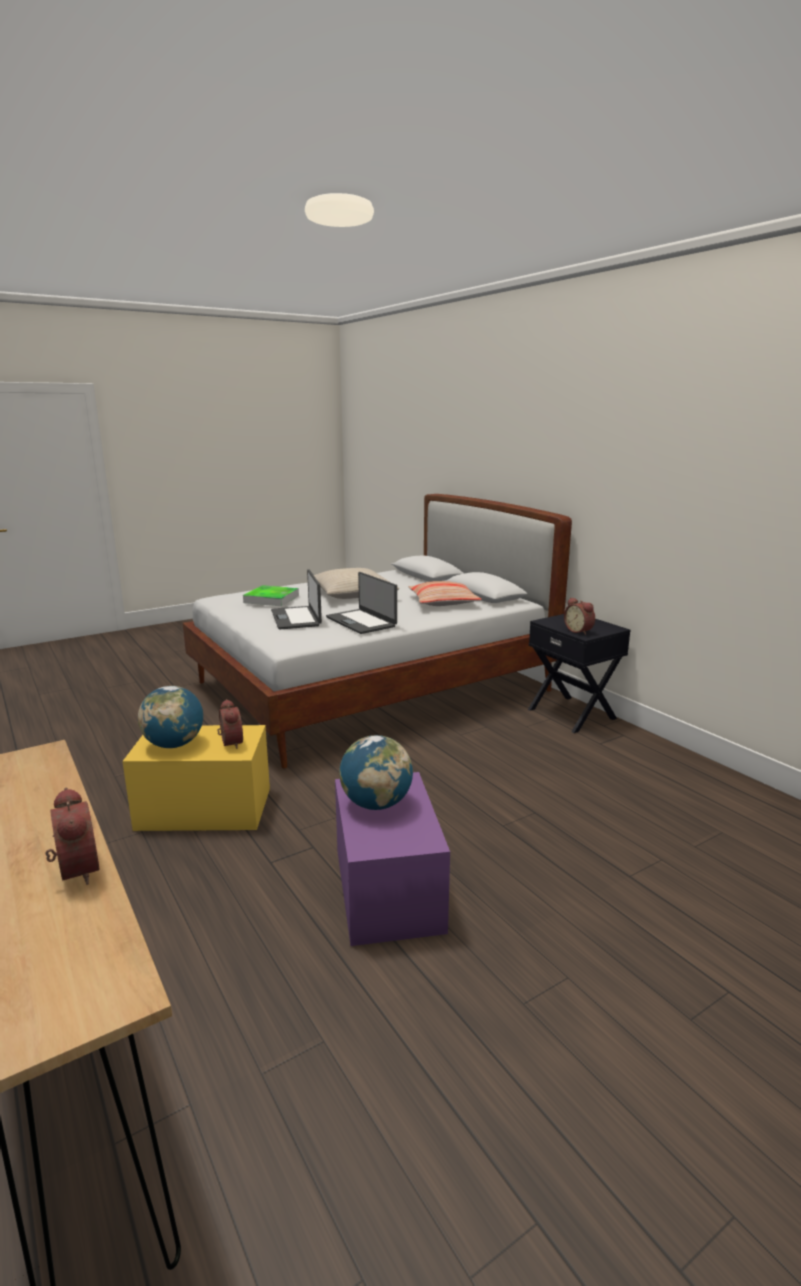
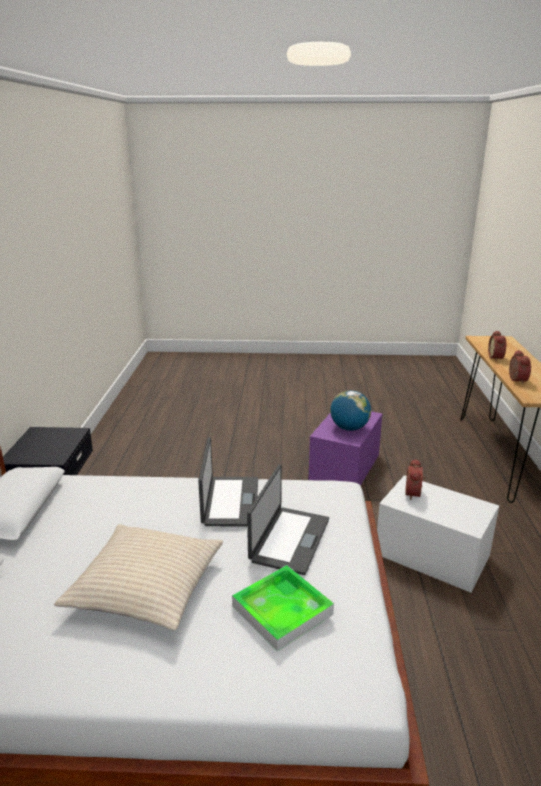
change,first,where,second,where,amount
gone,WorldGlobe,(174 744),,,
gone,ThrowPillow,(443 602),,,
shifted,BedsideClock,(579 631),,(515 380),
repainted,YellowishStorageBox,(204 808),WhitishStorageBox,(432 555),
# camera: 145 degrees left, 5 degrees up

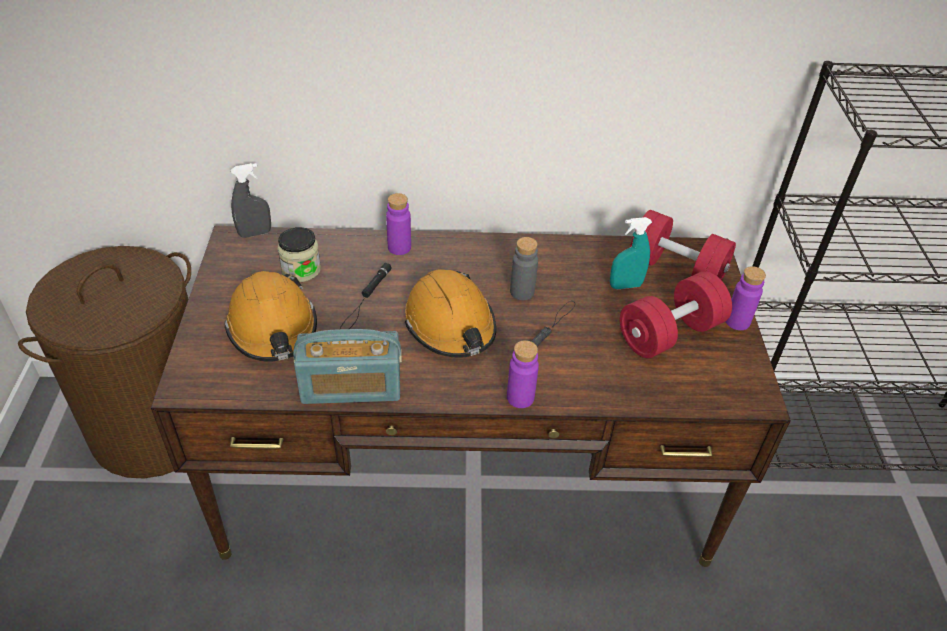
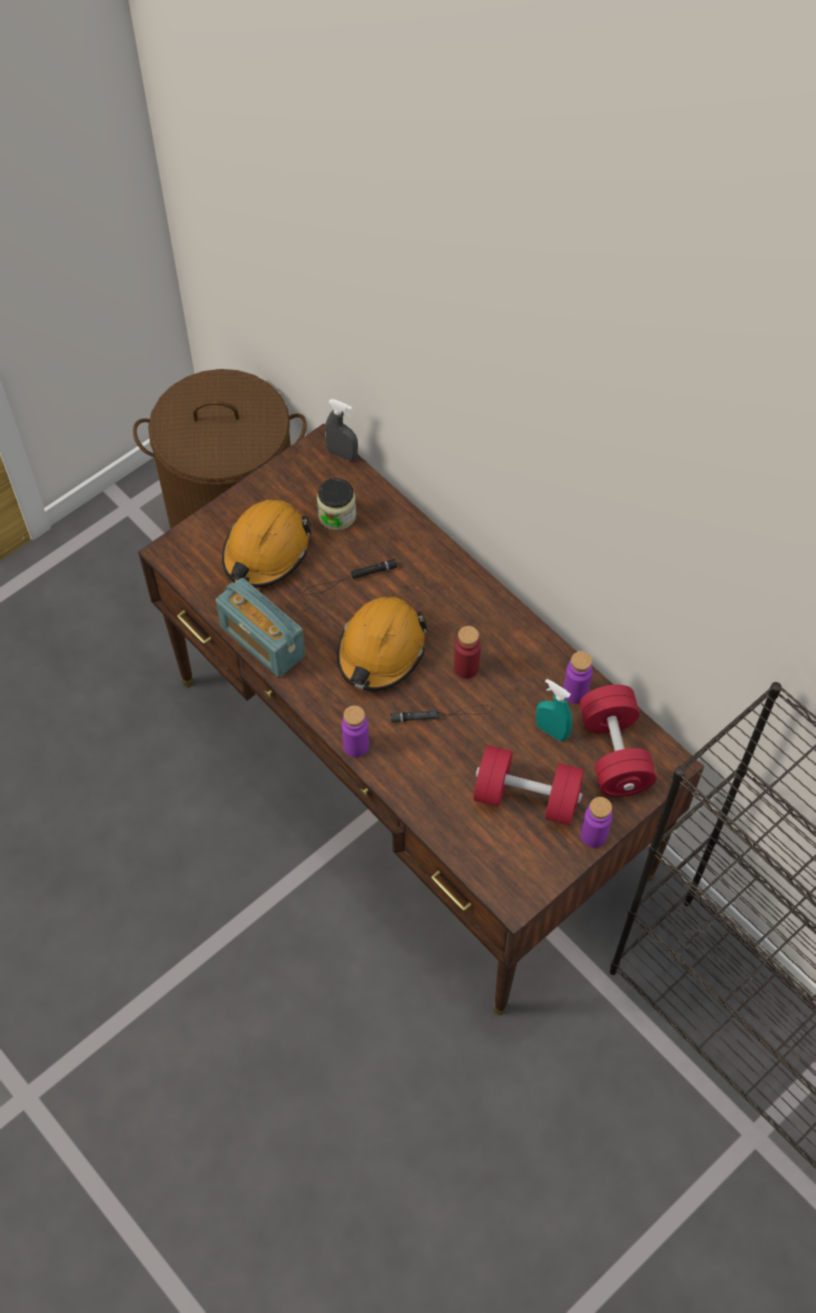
change,first,where,second,where,amount
shifted,PurpleDrinkBottle,(399 247),,(575 693),
repainted,GreyDrinkBottle,(522 292),RedColouredDrinkBottle,(466 668),
# camera: 50 degrees right, 15 degrees up

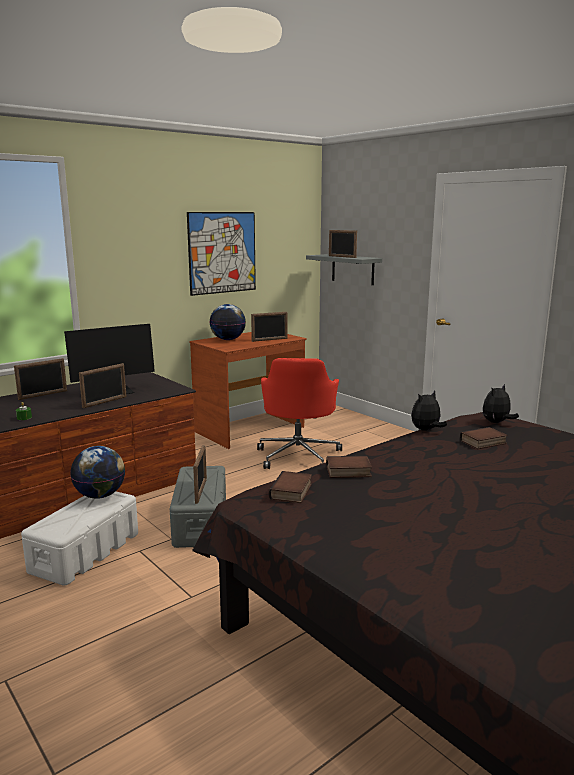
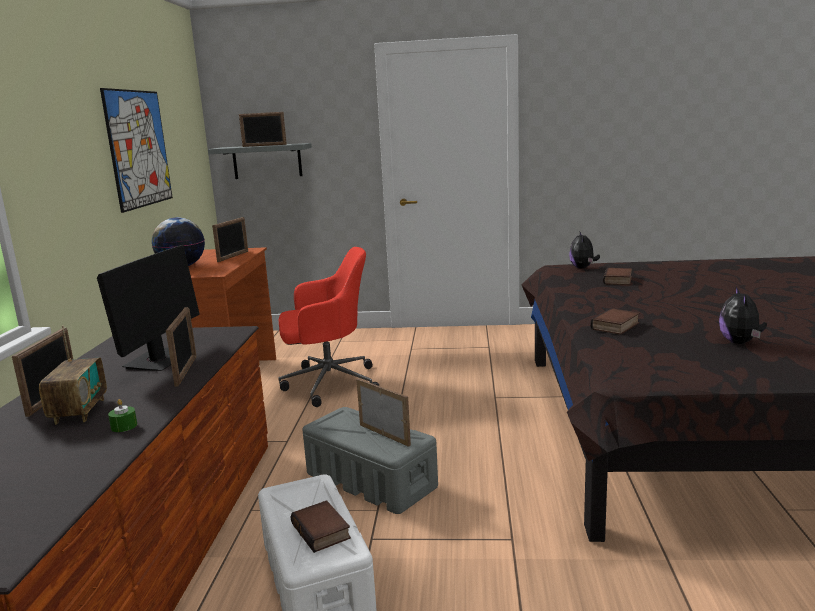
change,first,where,second,where,amount
gone,WorldGlobe,(100 495),,,
new,,,RadioReceiver,(79 411),
shifted,Volume,(292 492),,(323 531),
shifted,PlushToy,(426 430),,(740 342),
rotated,RedColouredComputerChair,(298 455),,(328 383),60 degrees counterclockwise
# camera: 45 degrees left, 0 degrees up

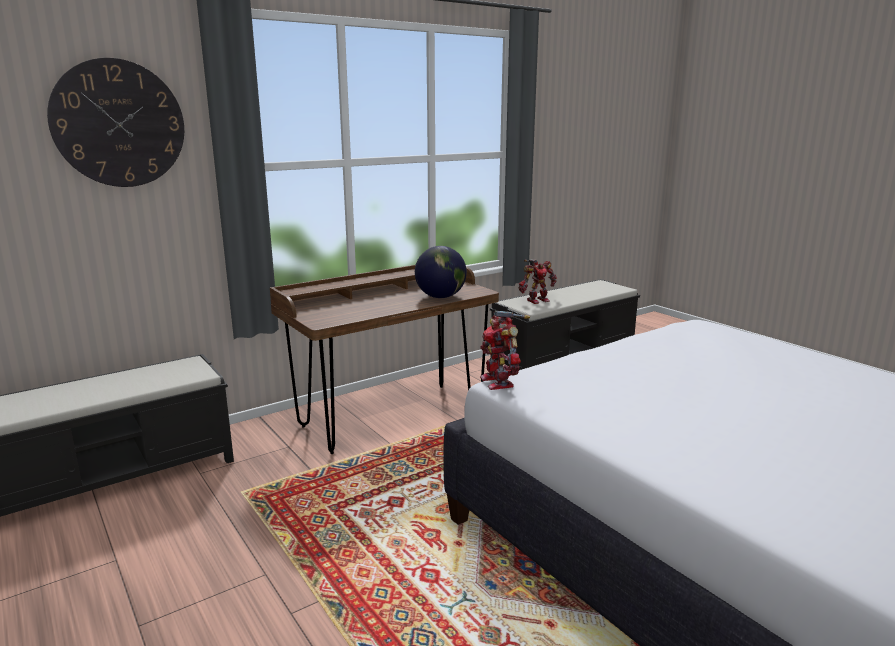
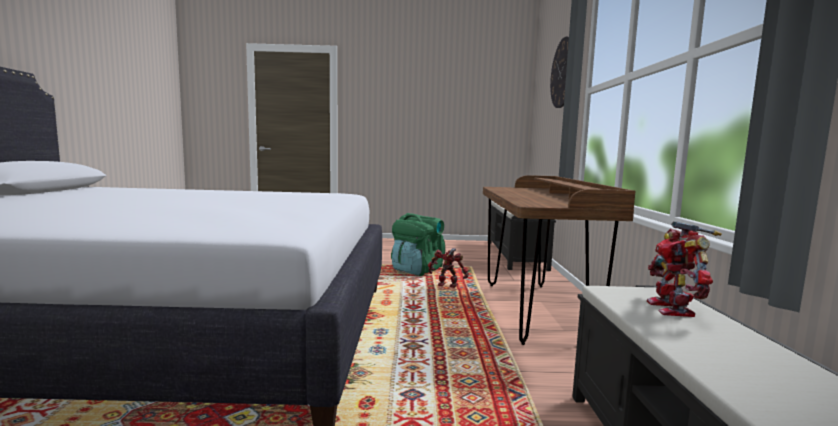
change,first,where,second,where,amount
gone,WorldGlobe,(440 297),,,
new,,,GreenColouredKnapsack,(417 270),
shifted,ToyRobot,(499 382),,(447 286),
# camera: 125 degrees right, 10 degrees down

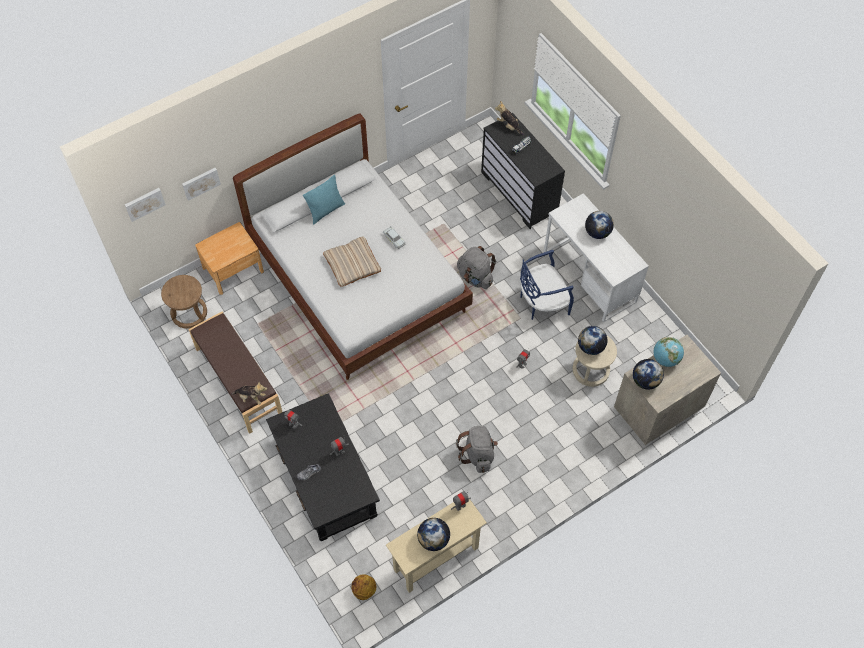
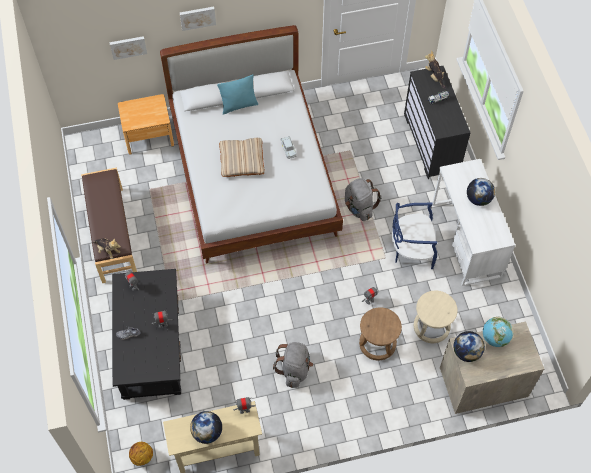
change,first,where,second,where,amount
gone,WorldGlobe,(590 347),,,
shifted,WallArt,(144 203),,(197 17),
shifted,BrownStool,(189 313),,(377 343),
# camera: 20 degrees right, 0 degrees up

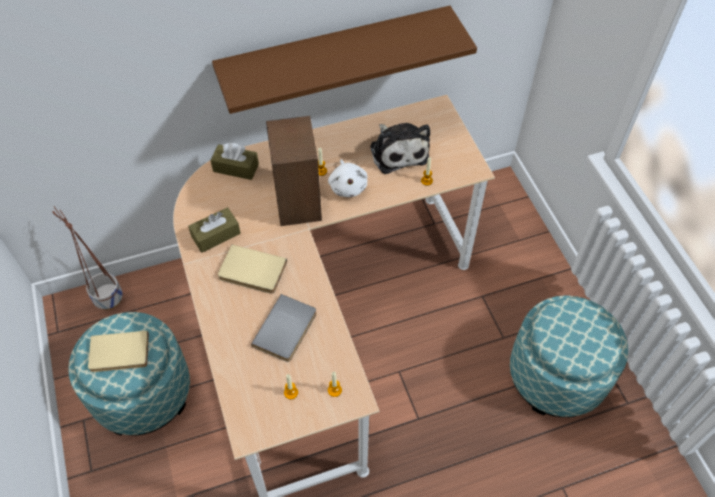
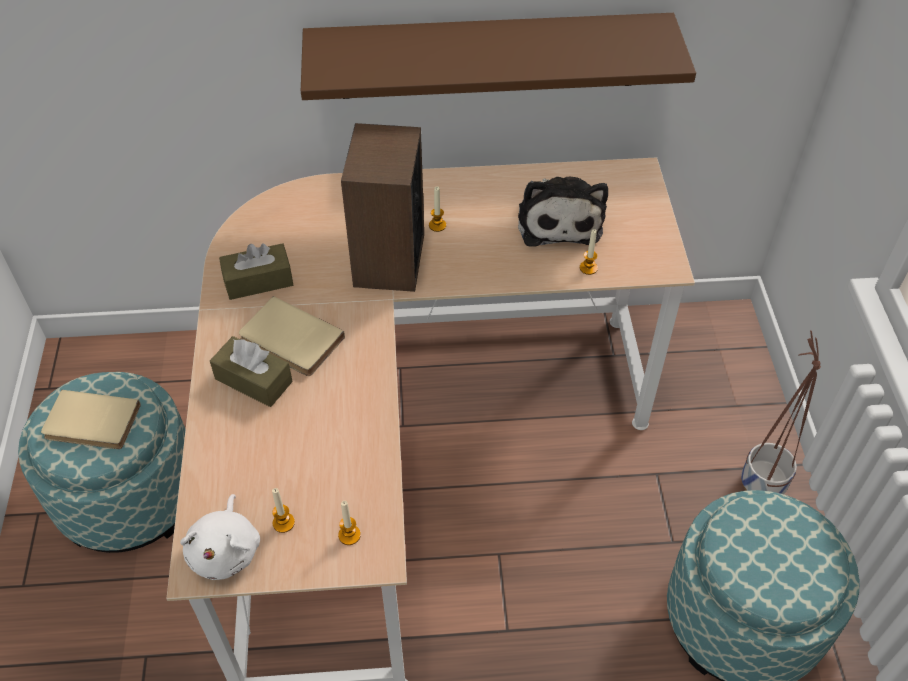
change,first,where,second,where,amount
gone,GreyVolume,(287 330),,,
shifted,Planter,(108 299),,(761 485),
shifted,BrownTissueBox,(236 168),,(253 380),
shifted,WhitishPlushToy,(348 186),,(226 550),
# camera: 15 degrees right, 5 degrees down

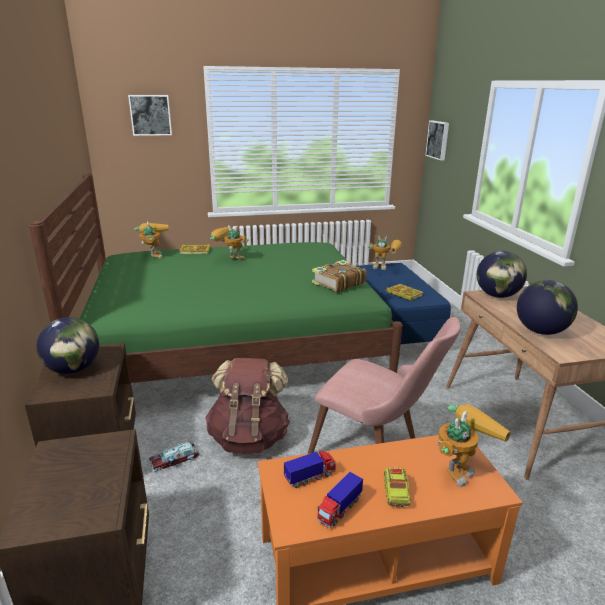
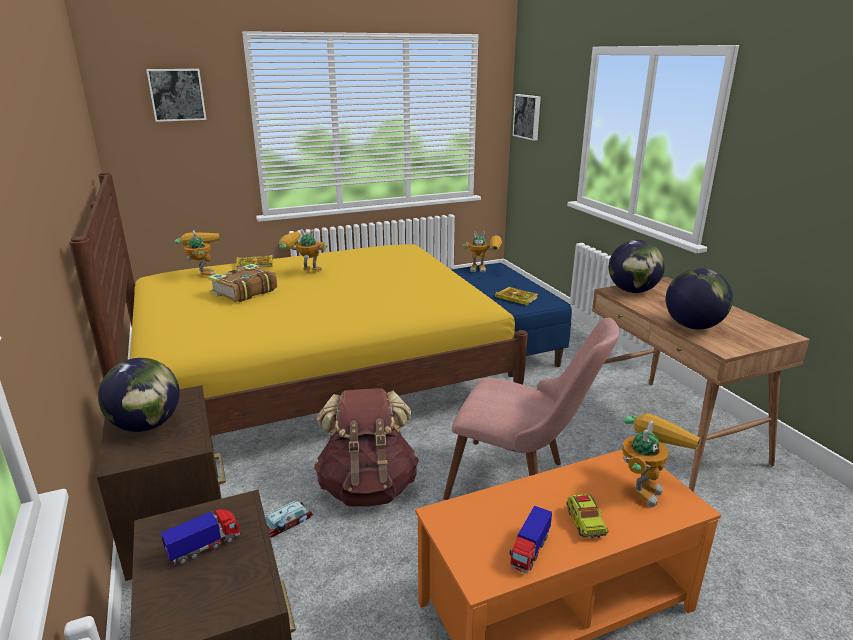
change,first,where,second,where,amount
shifted,ToyLorry,(310 477),,(205 547),
shifted,Volume,(338 283),,(243 292),
repainted,GreenColouredBed,(235 346),YellowishBed,(317 379),
# camera: 10 degrees left, 0 degrees up

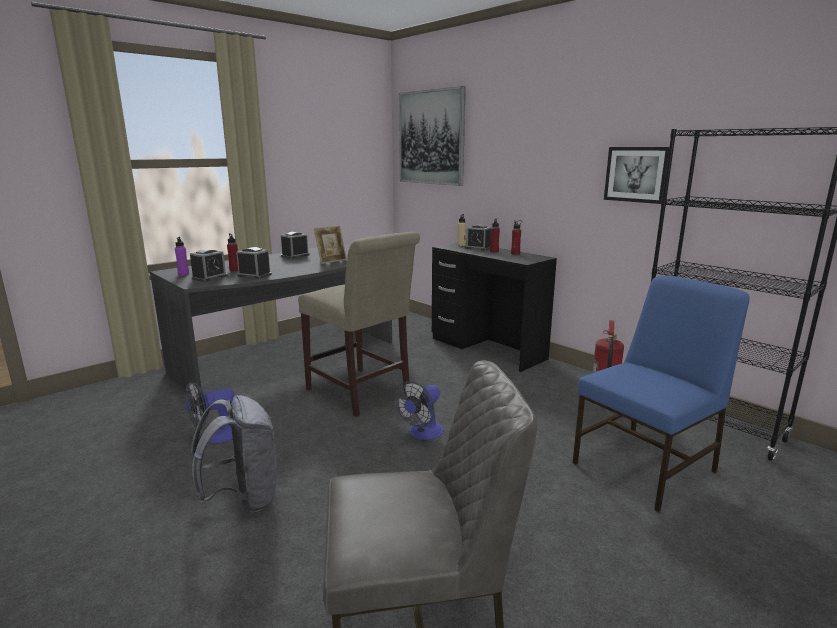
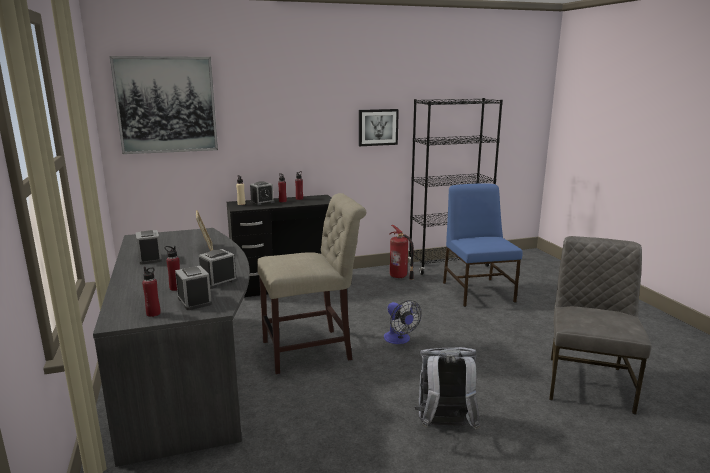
change,first,where,second,where,amount
gone,ElectricFan,(214 436),,,
repainted,PurpleDrinkBottle,(183 274),RedColouredDrinkBottle,(153 313),
# camera: 65 degrees left, 0 degrees up

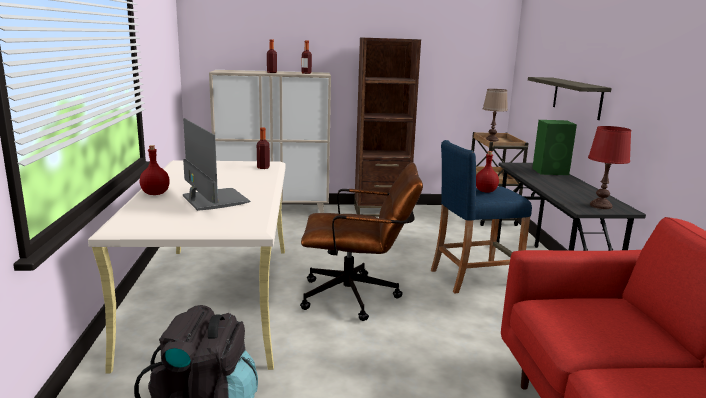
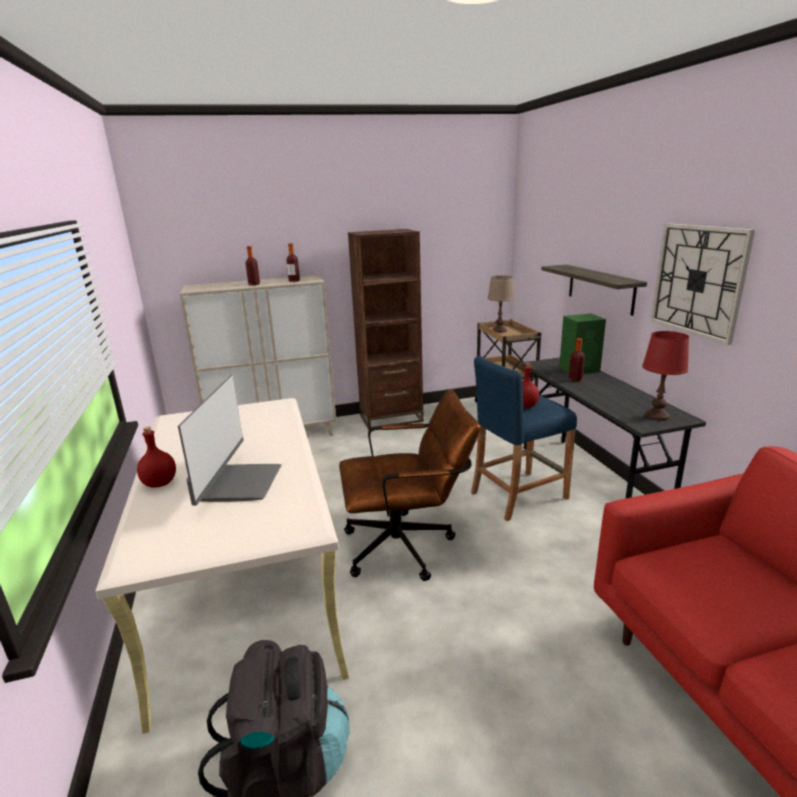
change,first,where,second,where,amount
new,,,HangingClock,(698 280),
shifted,DrinkBottle,(263 167),,(575 379),
rotated,ComputerDisplay,(213 200),,(238 483),45 degrees clockwise
# camera: 10 degrees left, 5 degrees up

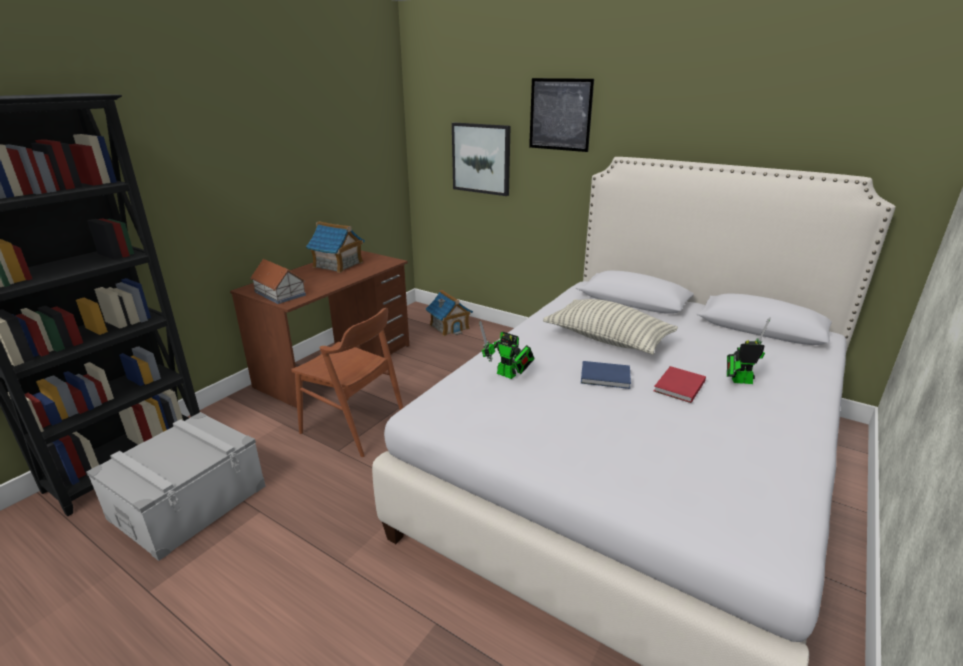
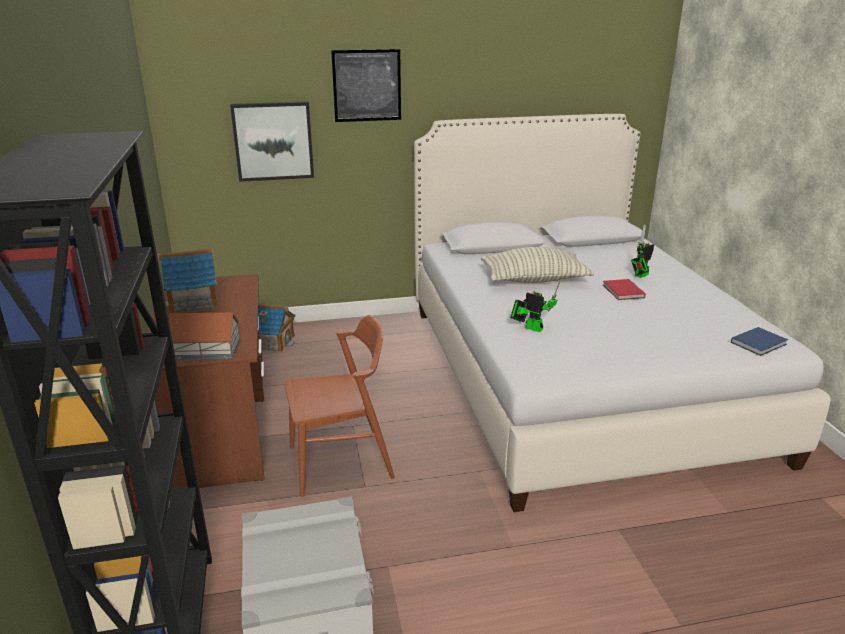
change,first,where,second,where,amount
shifted,BlueVolume,(606 377),,(760 343),
rotated,ToyRobot,(509 375),,(531 328),135 degrees counterclockwise
# camera: 45 degrees left, 0 degrees up

